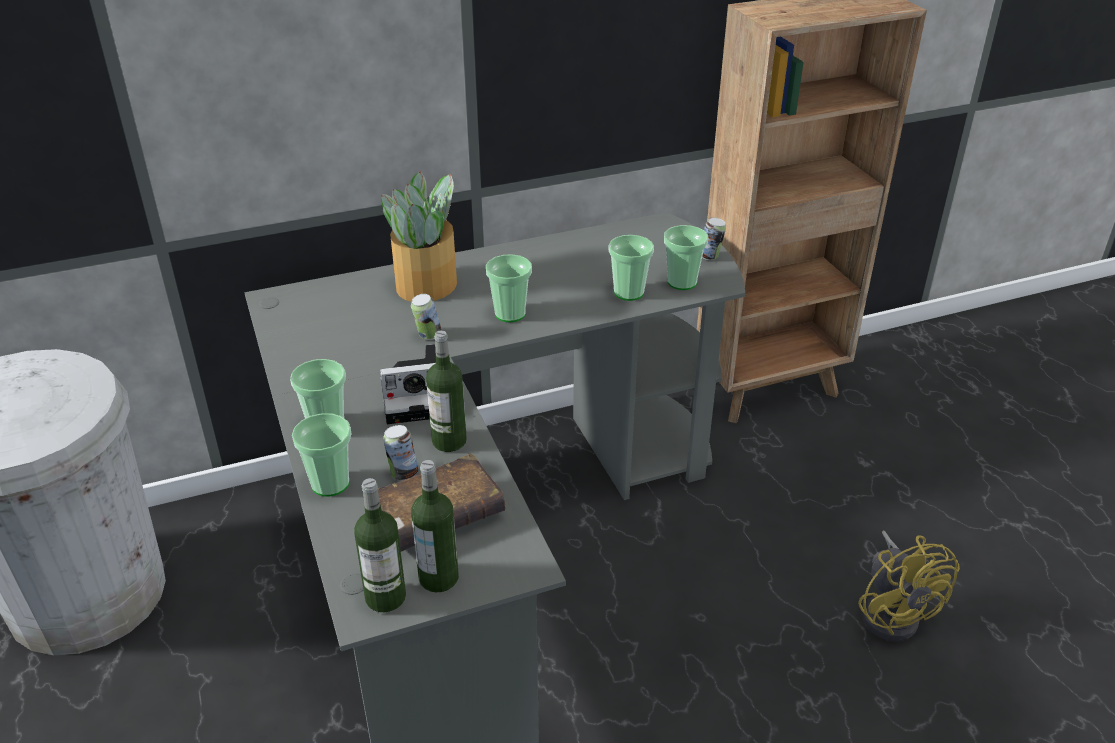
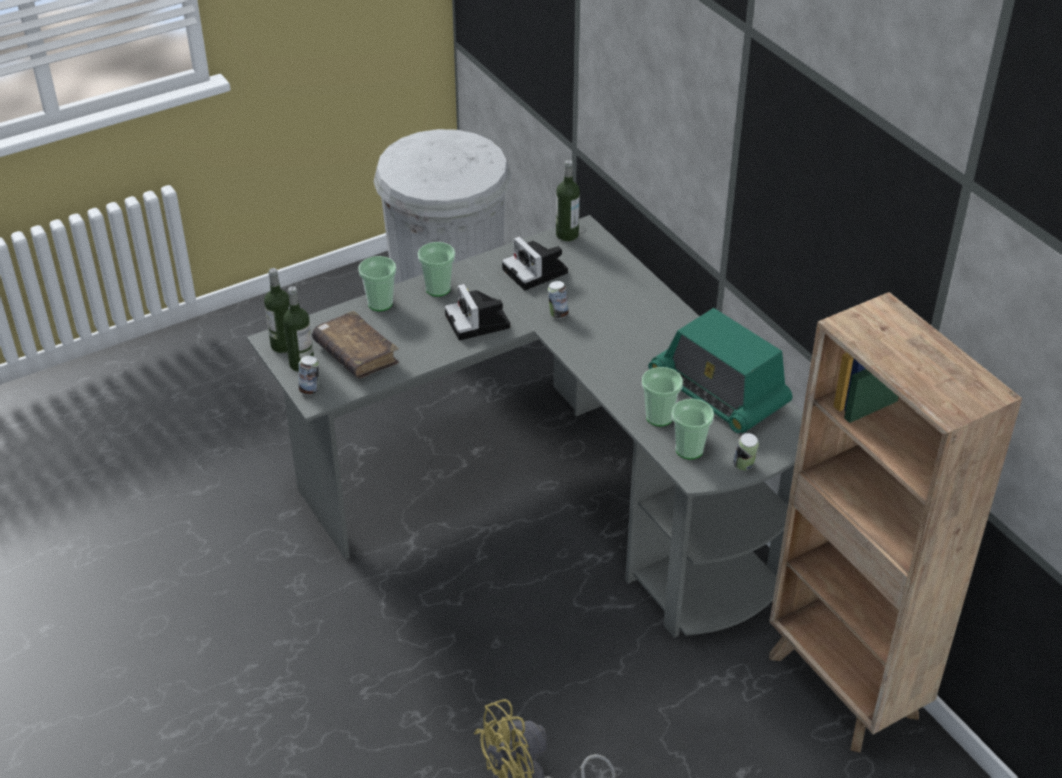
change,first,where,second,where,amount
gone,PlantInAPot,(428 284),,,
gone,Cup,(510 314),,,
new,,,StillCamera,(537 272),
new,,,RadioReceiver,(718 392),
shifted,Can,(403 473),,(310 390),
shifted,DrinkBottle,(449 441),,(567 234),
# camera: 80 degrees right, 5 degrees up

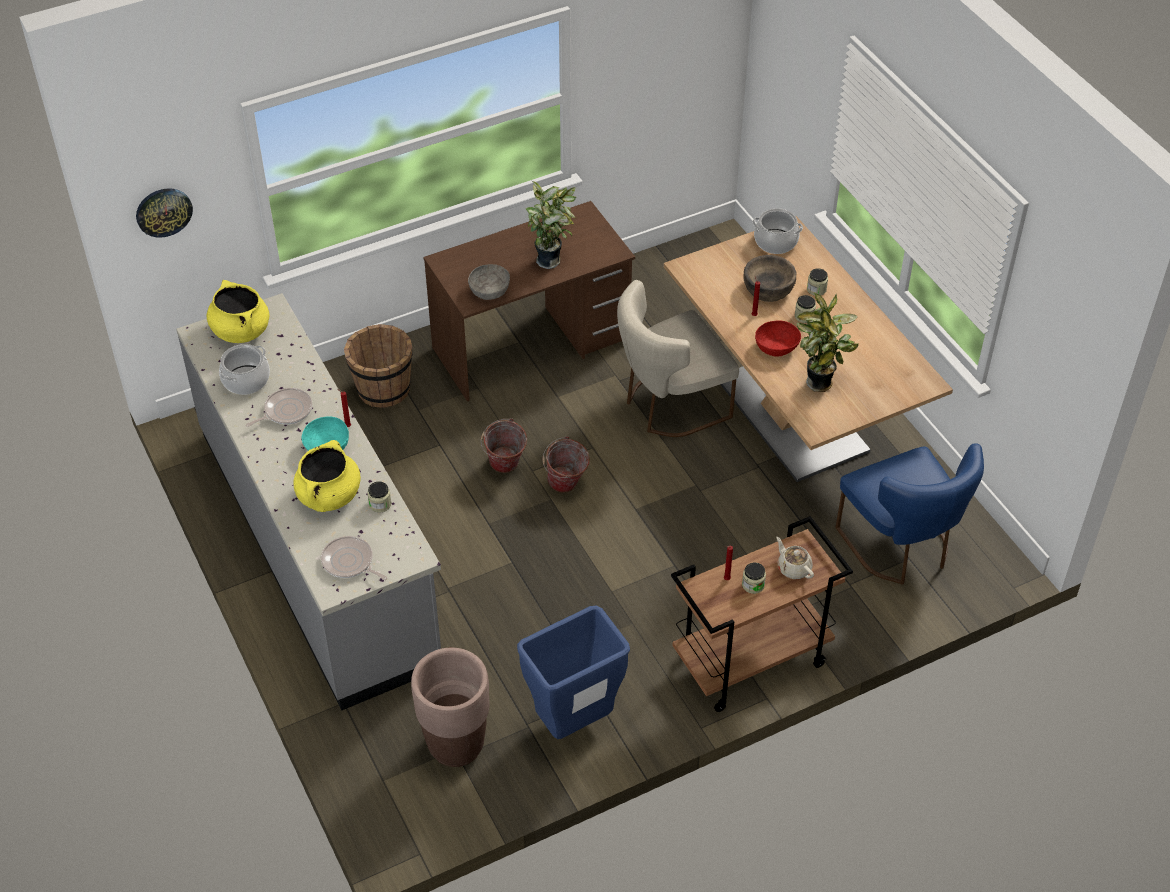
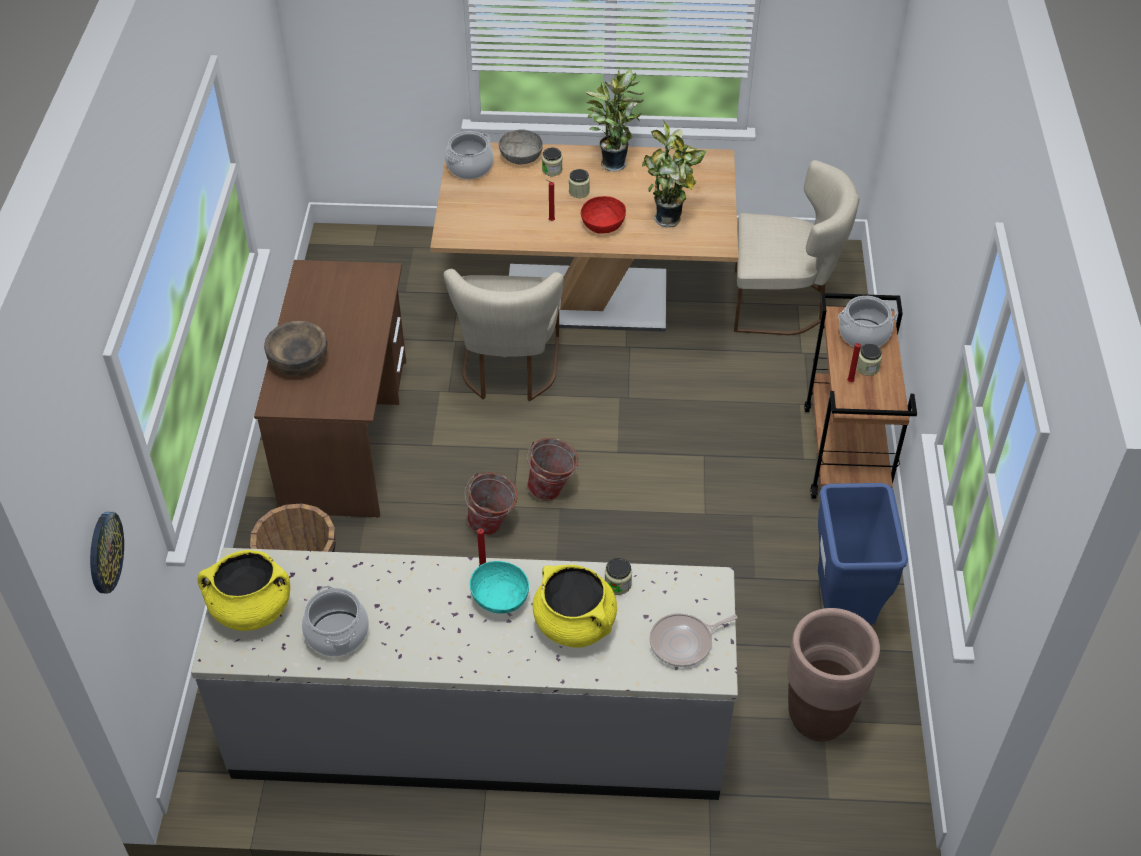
change,first,where,second,where,amount
gone,FryingPan,(286 411),,,
shifted,GreyBowl,(489 291),,(521 157),
shifted,PlantInAPot,(551 260),,(613 162),
shifted,BrownBowl,(768 289),,(299 360),
swapped,BeigeColouredTeaPot,(793 568),Saucepot,(863 334),
repainted,BluePlainChair,(901 548),BeigeColouredPlainChair,(783 303),
# camera: 60 degrees left, 0 degrees up

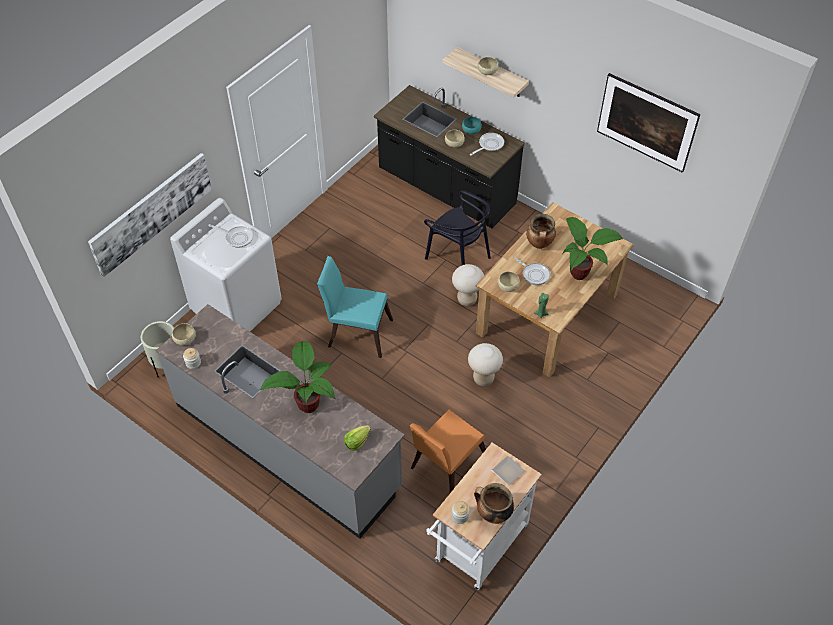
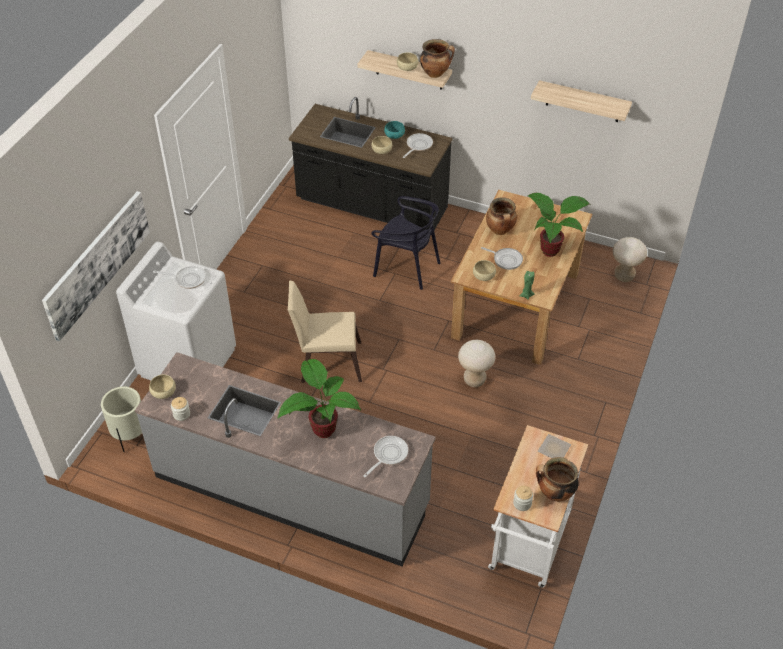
change,first,where,second,where,amount
gone,OrangePlainChair,(445 466),,,
new,,,Saucepot,(435 73),
shifted,BeigeColouredStool,(467 299),,(624 276),
swapped,HeadOfLettuce,(357 442),FryingPan,(388 455),
swapped,WallArt,(643 136),Shelf,(583 102),
repainted,TurquoisePlainChair,(356 331),BeigeColouredPlainChair,(326 361),
# camera: 15 degrees left, 5 degrees down

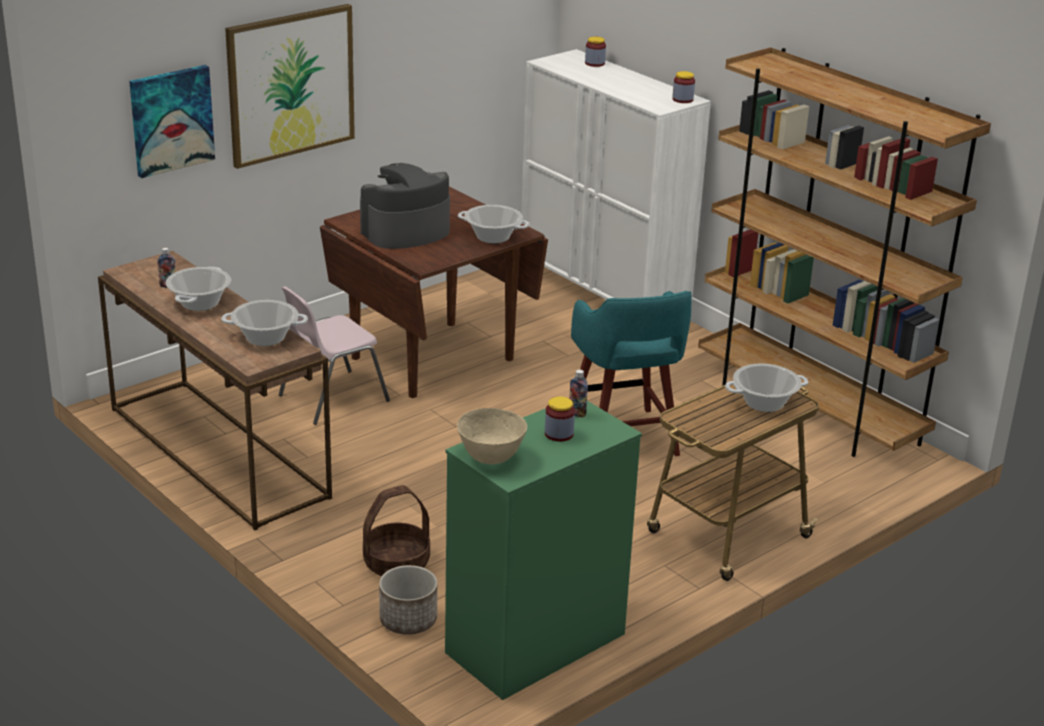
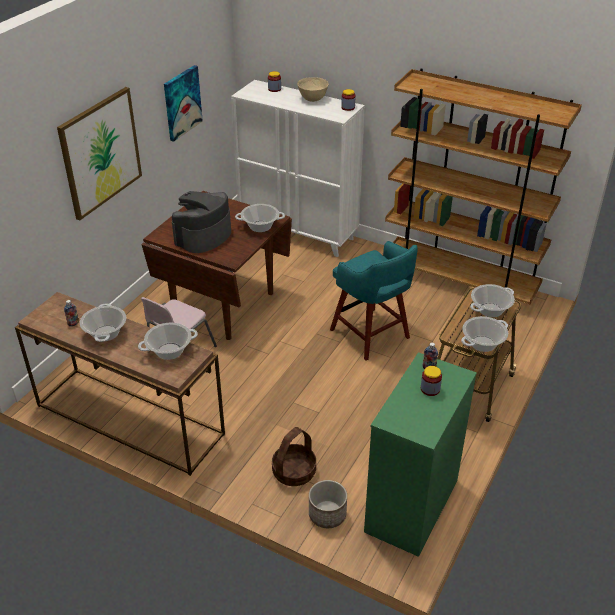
change,first,where,second,where,amount
new,,,Saucepot,(483 344),
shifted,WallArt,(171 120),,(182 102),
shifted,BeigeColouredBowl,(491 458),,(312 99),
# camera: 20 degrees left, 10 degrees up

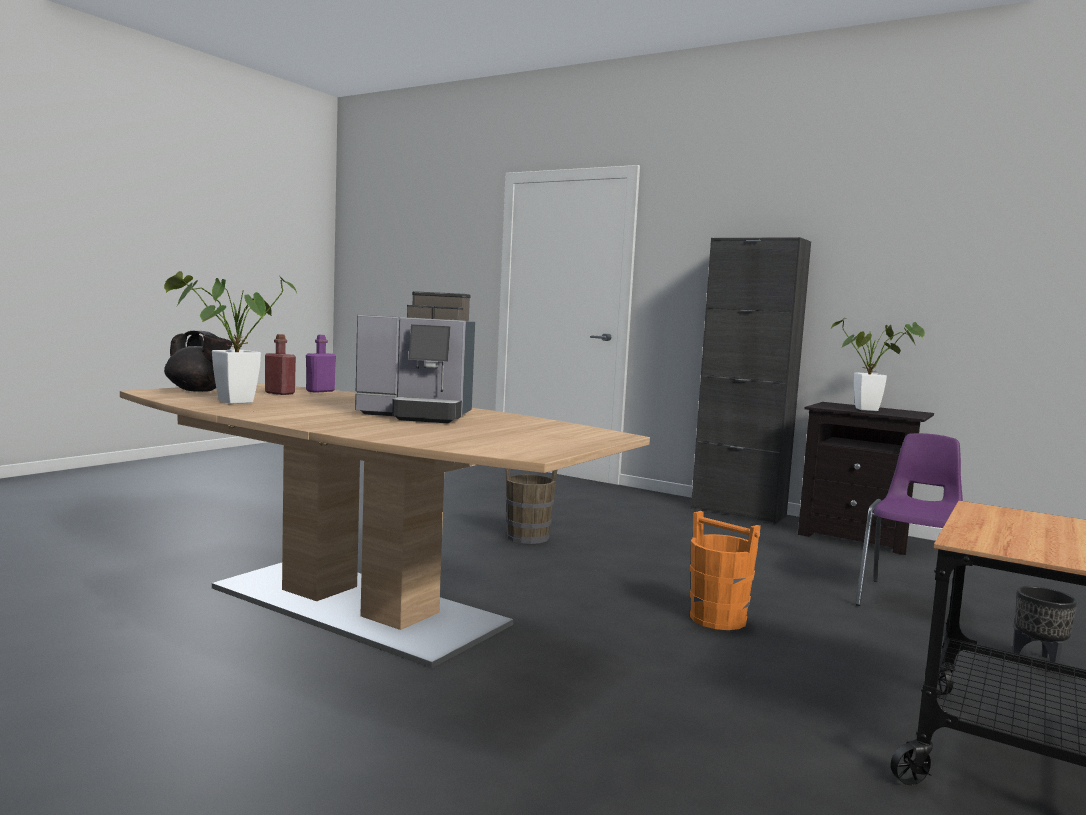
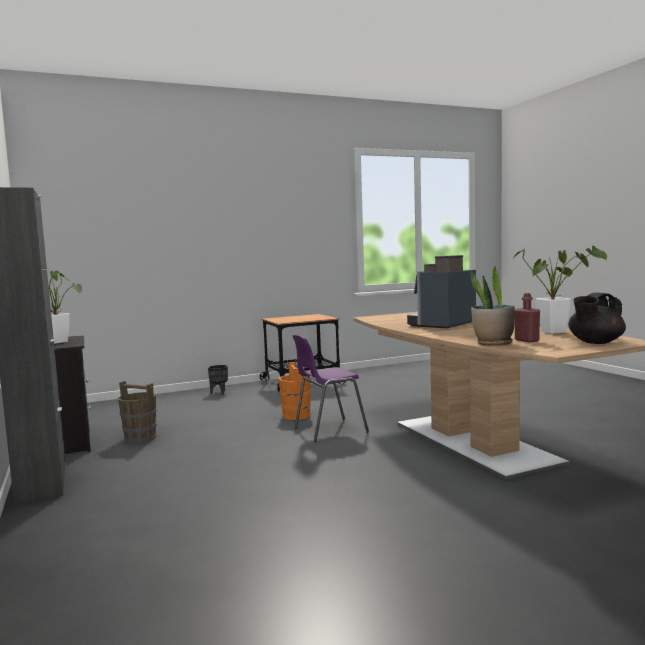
change,first,where,second,where,amount
shifted,BrownPail,(528 537),,(140 438),
shifted,PurplePlainChair,(911 601),,(328 430),
swapped,PurpleDrinkBottle,(320 391),PlantInAPot,(493 343),
rotated,BlackTeaPot,(199 391),,(595 342),90 degrees counterclockwise
rotated,CoffeeMachine,(418 415),,(442 324),90 degrees counterclockwise
# camera: 145 degrees left, 0 degrees up

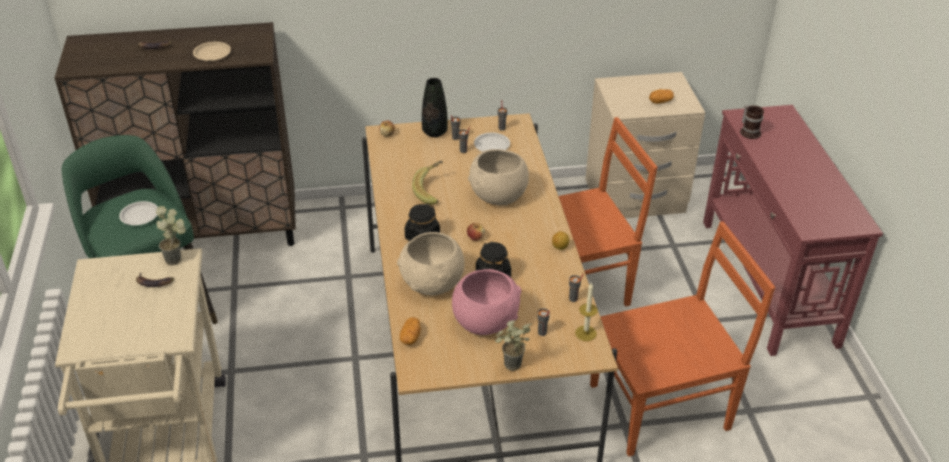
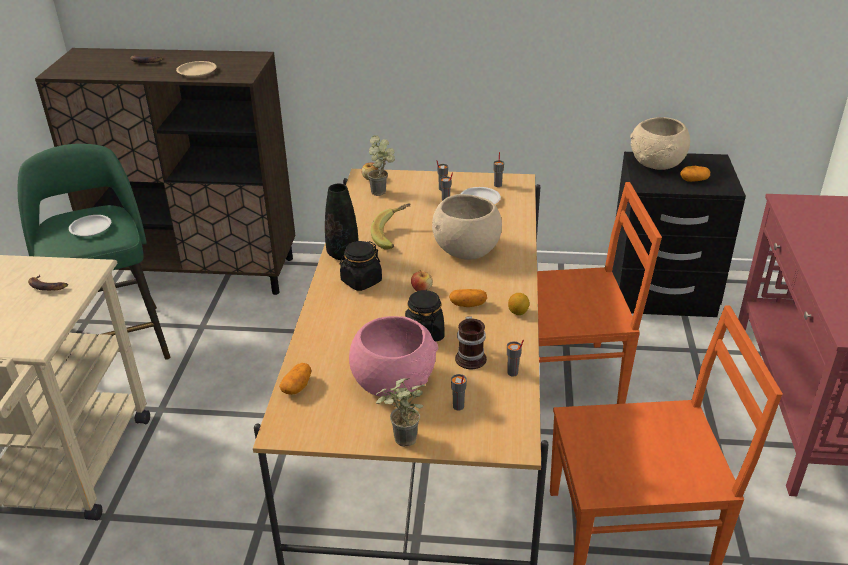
change,first,where,second,where,amount
gone,WaxLight,(585 333),,,
new,,,Spud,(468 305),
shifted,PlantInAPot,(178 259),,(383 192),
shifted,BeigeColouredBowl,(432 284),,(657 164),
shifted,BlackFlowerVase,(434 132),,(343 254),
shifted,TeaMug,(750 131),,(471 357),
repainted,BeigeColouredNightTable,(635 197),BlackNightTable,(661 294),
# camera: 15 degrees right, 5 degrees down

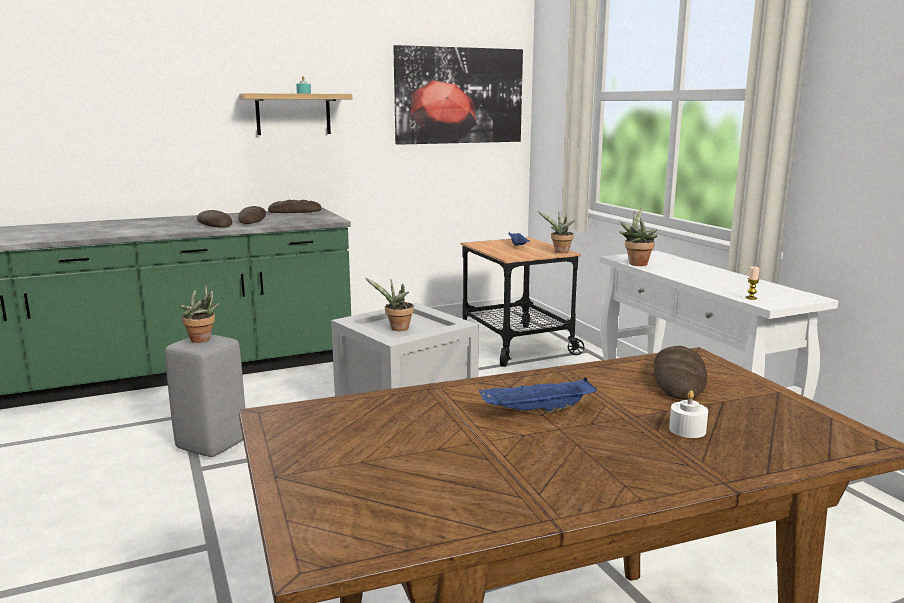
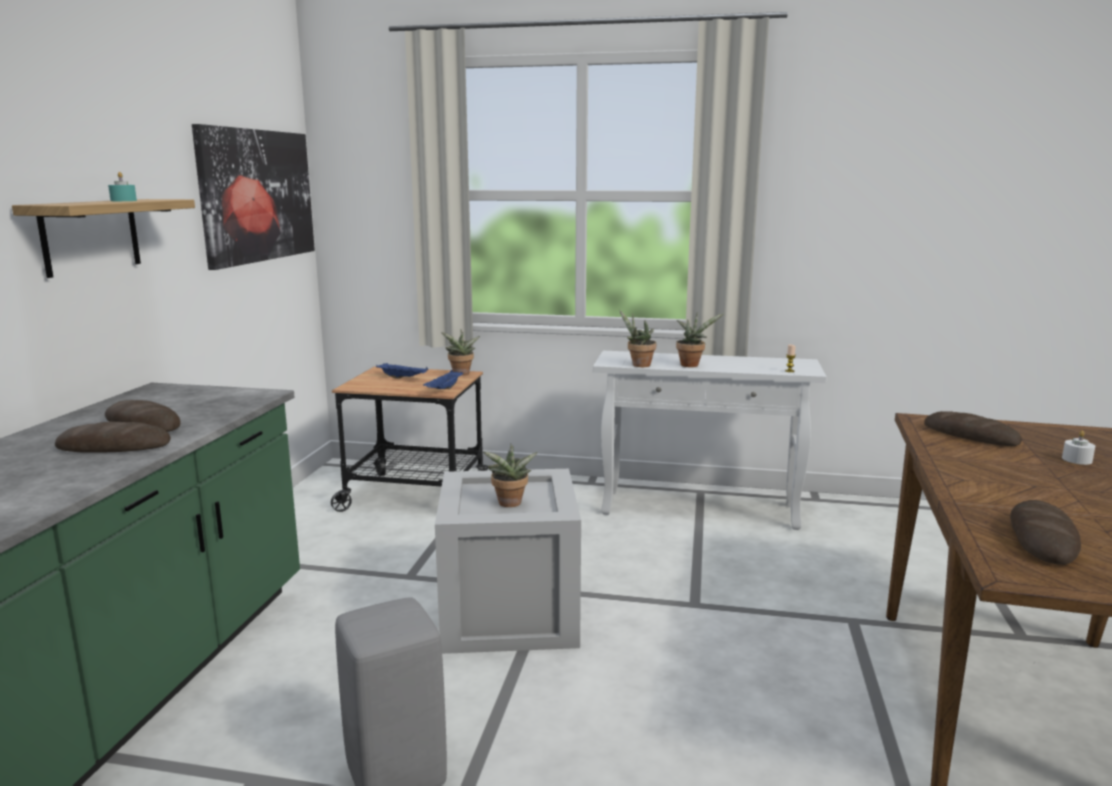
change,first,where,second,where,amount
shifted,PlantInAPot,(203 340),,(691 364),
shifted,BakeryBread,(295 211),,(1042 539),
shifted,BlueCarryingTray,(537 412),,(444 390),
# camera: 55 degrees left, 0 degrees up

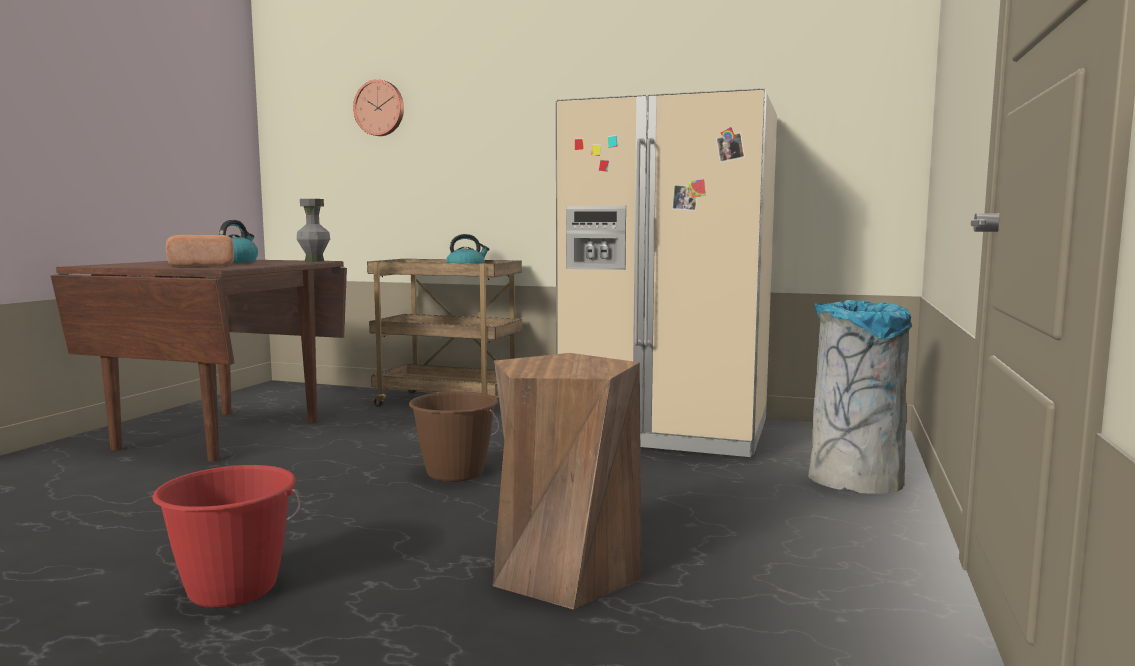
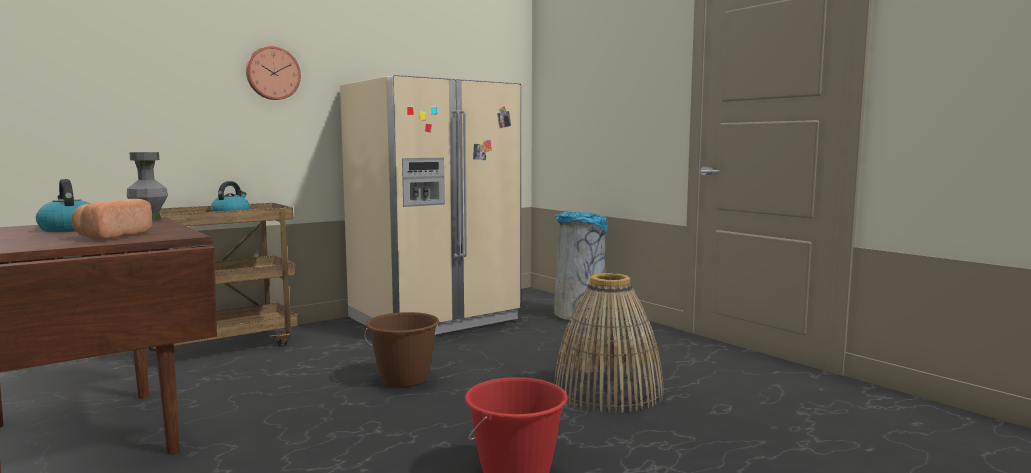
change,first,where,second,where,amount
shifted,HangingClock,(380 108),,(272 73),
swapped,BrownStool,(565 571),StorageBasket,(608 391),
# camera: 55 degrees left, 0 degrees up

